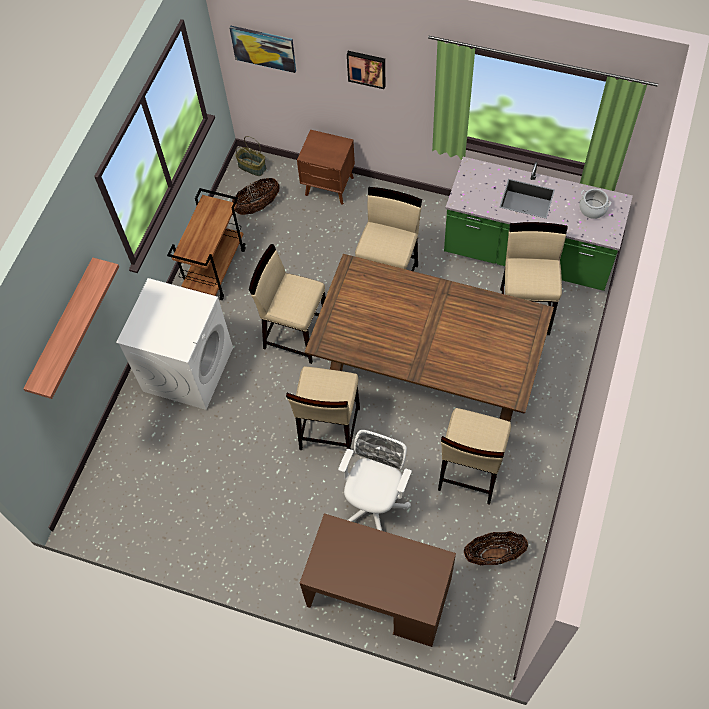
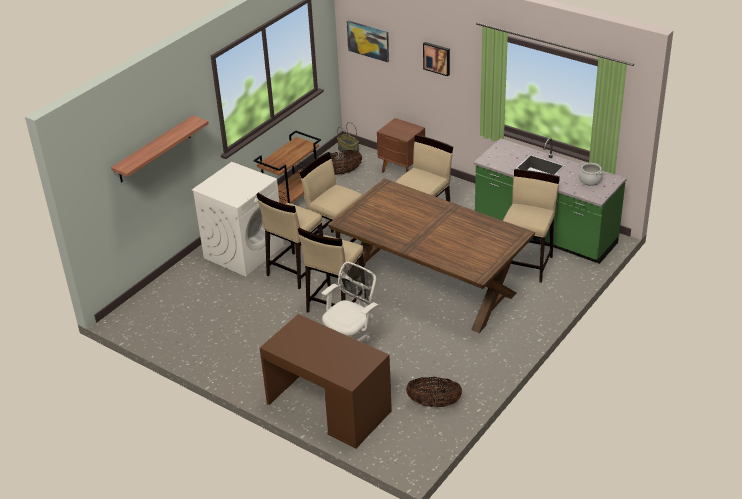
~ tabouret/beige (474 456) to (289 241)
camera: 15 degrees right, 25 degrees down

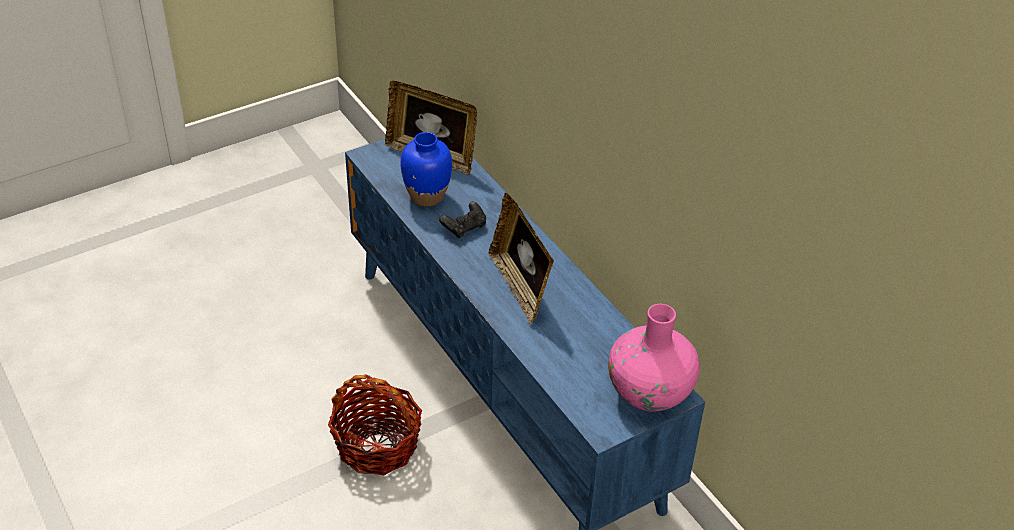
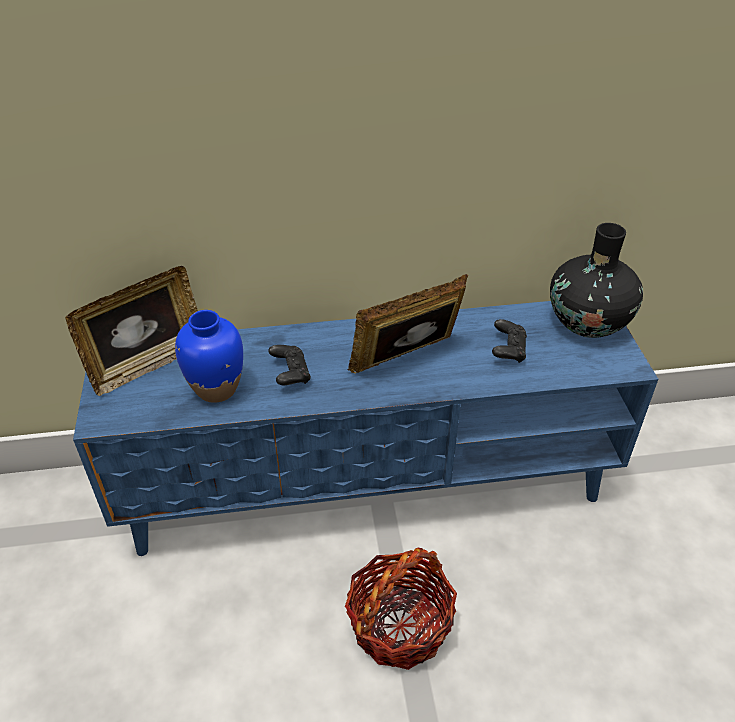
+ manette/noir (509 341)
~ vase/rose (654 358) to vase/noir (596 280)
~ cadre photo (521 259) = (408 323) 150 degrees clockwise
camera: 65 degrees left, 0 degrees up

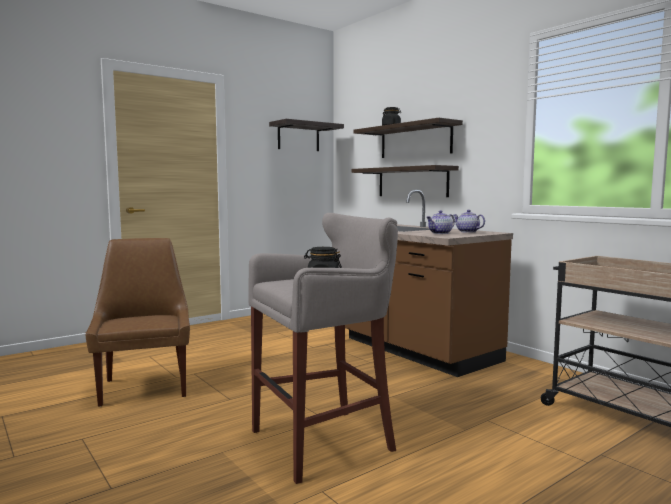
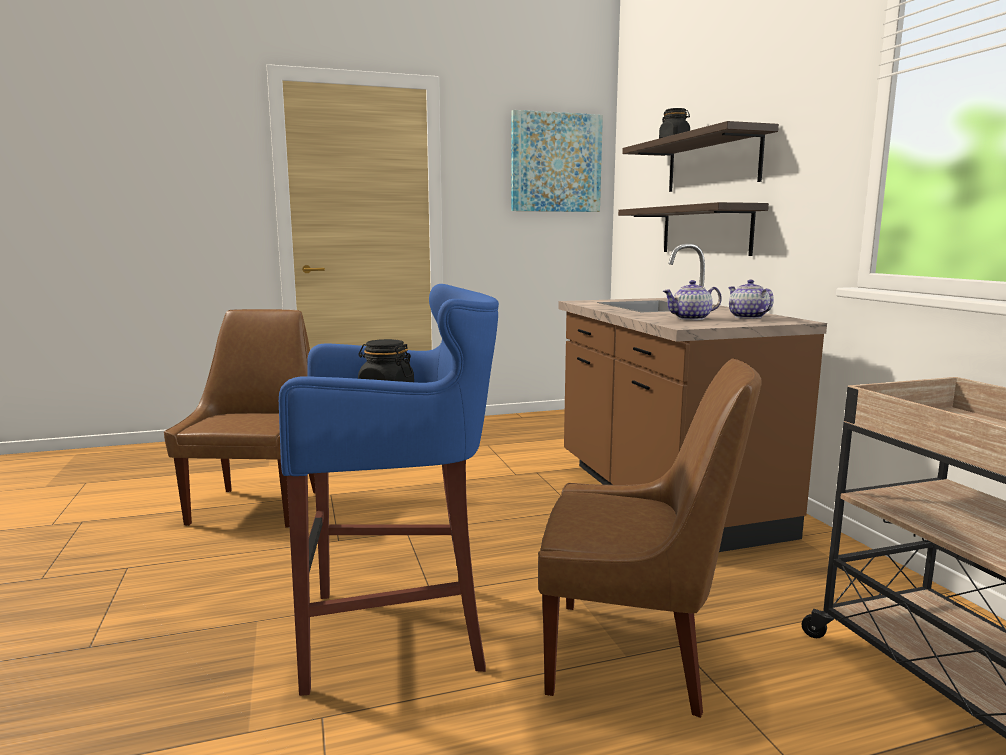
+ chaise/marron (650 538)
~ étagère (306 135) to tableau (557 161)
~ tabouret/gris (323 348) to tabouret/bleu (389 490)
camera: 20 degrees right, 5 degrees up

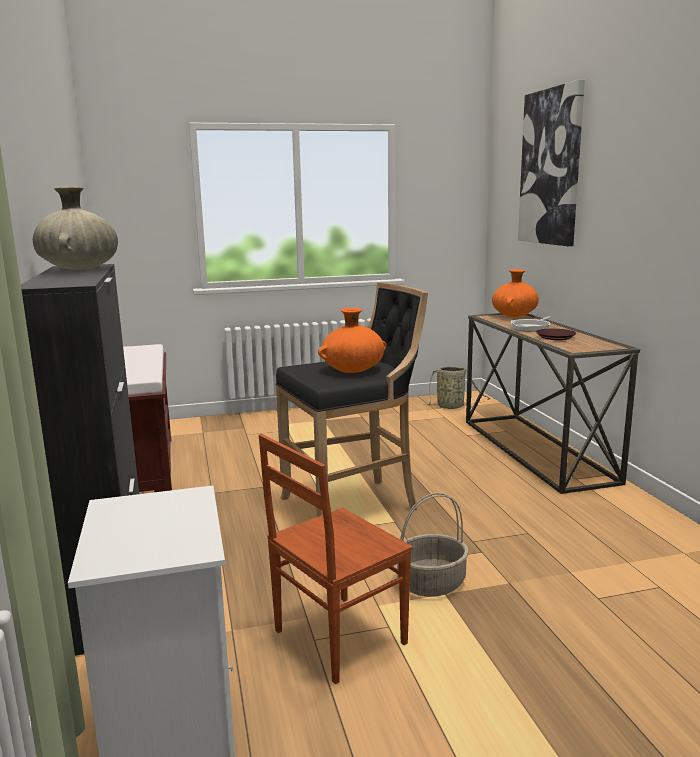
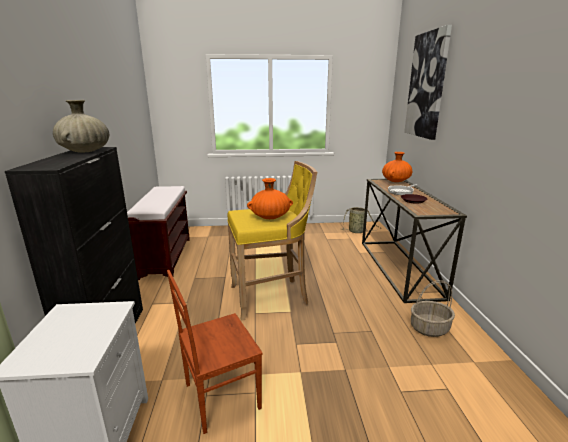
~ panier (433 545) to (433 308)
~ tabouret/noir (352 400) to tabouret/jaune (272 241)
camera: 10 degrees right, 5 degrees up

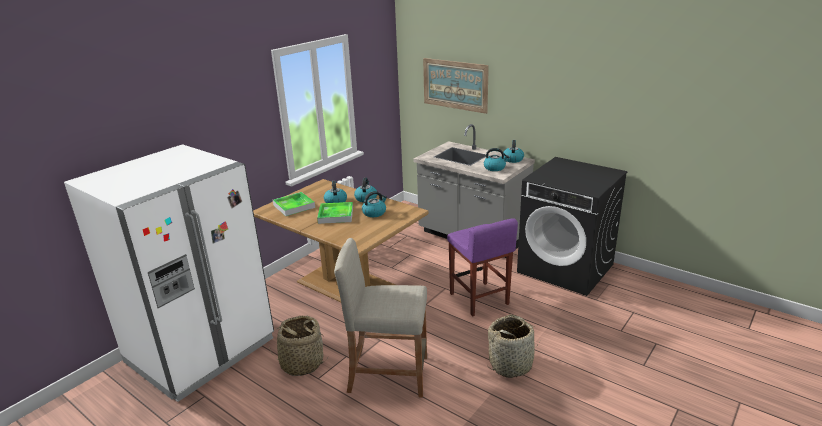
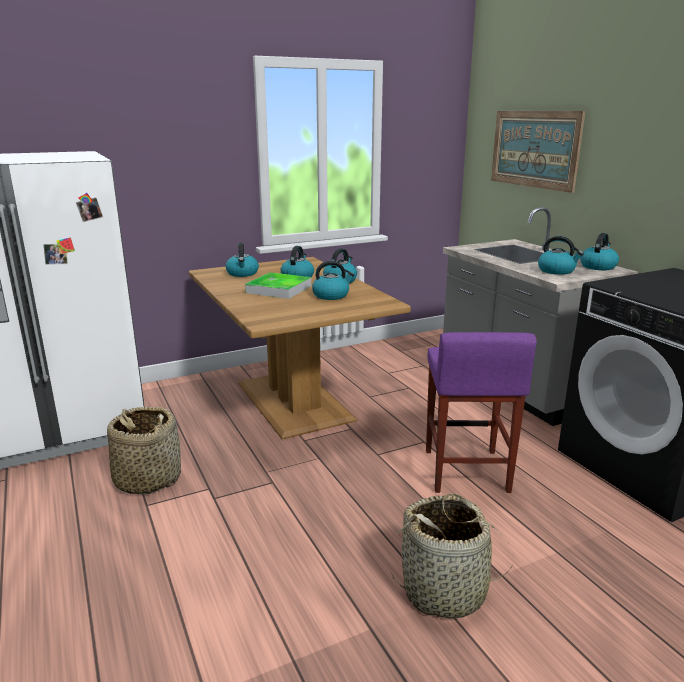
- tabouret/beige (380 318)
~ plateau (294 204) to bouilloire (242 259)
camera: 25 degrees right, 5 degrees down

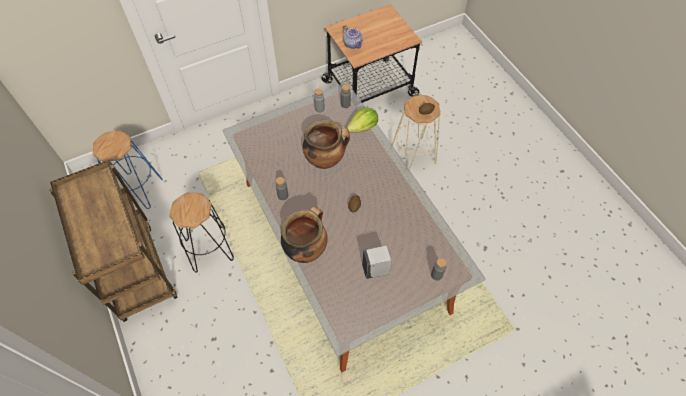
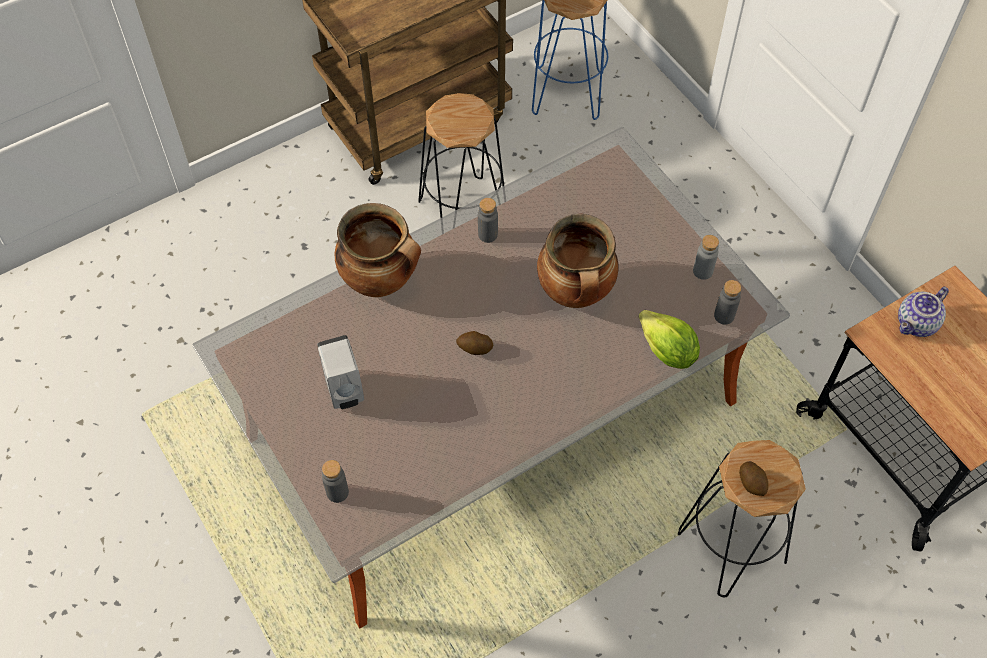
~ tabouret/beige (416 132) to tabouret/noir (742 518)
camera: 85 degrees right, 0 degrees up

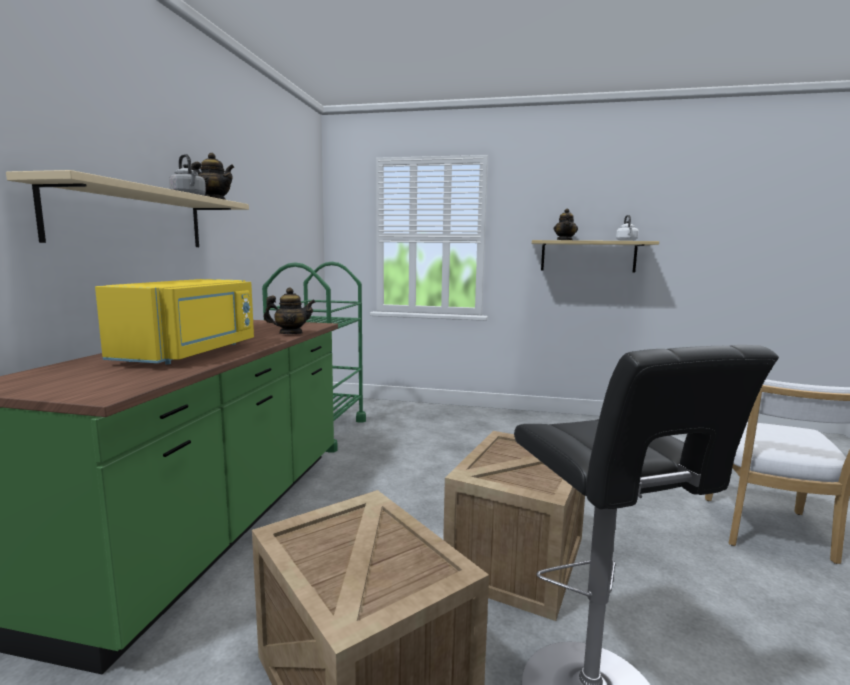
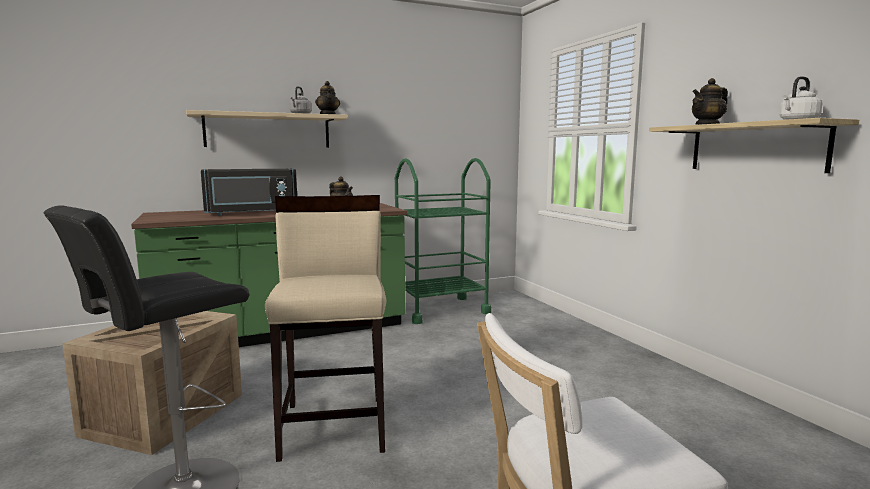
~ caisse (514 526) to tabouret/beige (325 328)
~ micro-ondes/jaune (174 322) to micro-ondes/noir (249 192)
camera: 55 degrees right, 0 degrees up

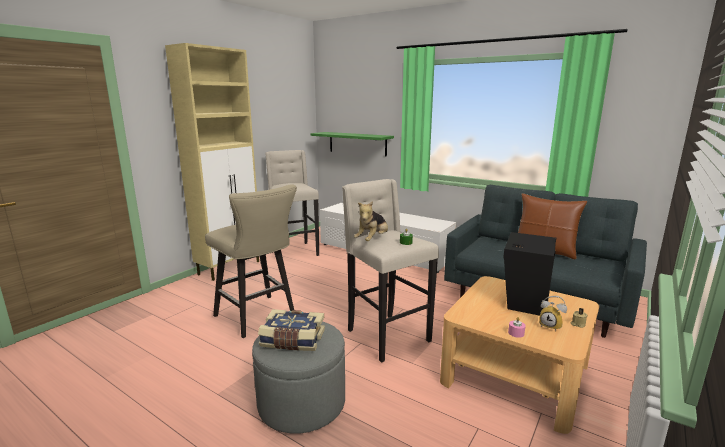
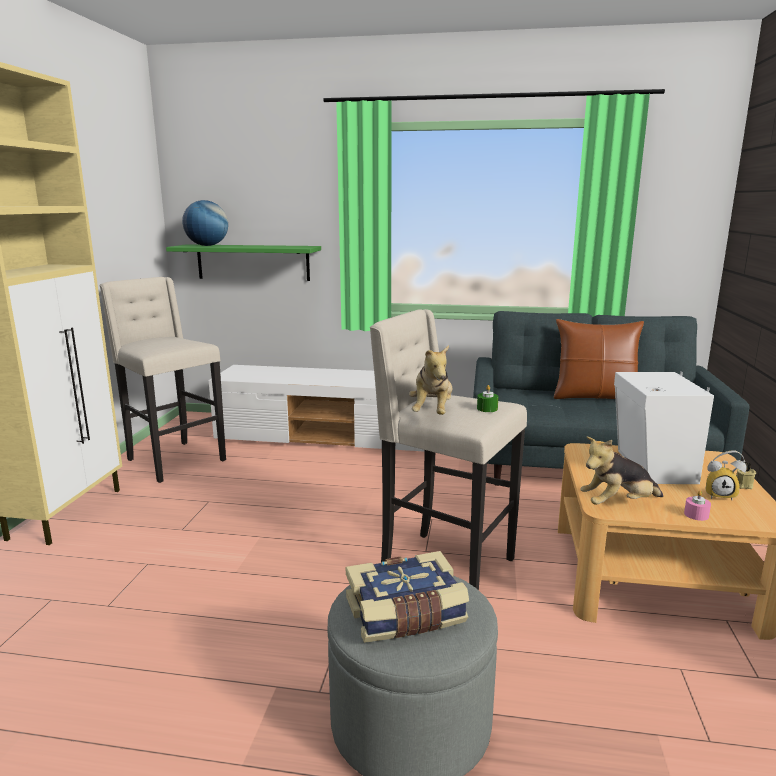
- tabouret/beige (251 261)
+ globe (205 223)
+ peluche (622 471)
~ enceinte/noir (529 274) to enceinte/blanc (664 427)
camera: 25 degrees left, 0 degrees up

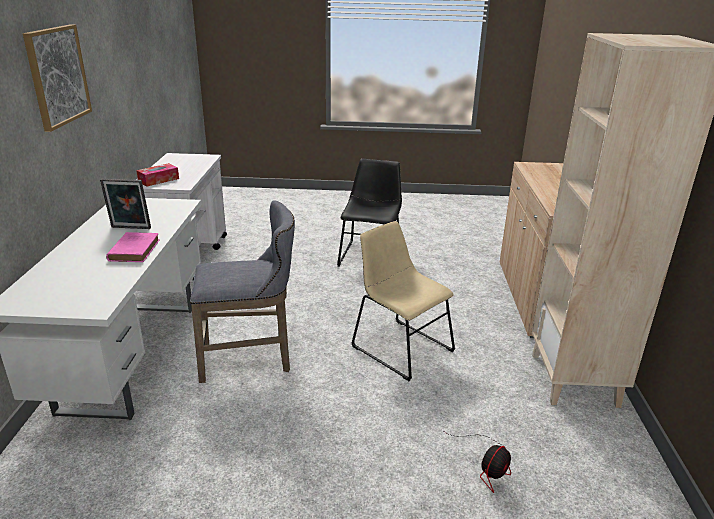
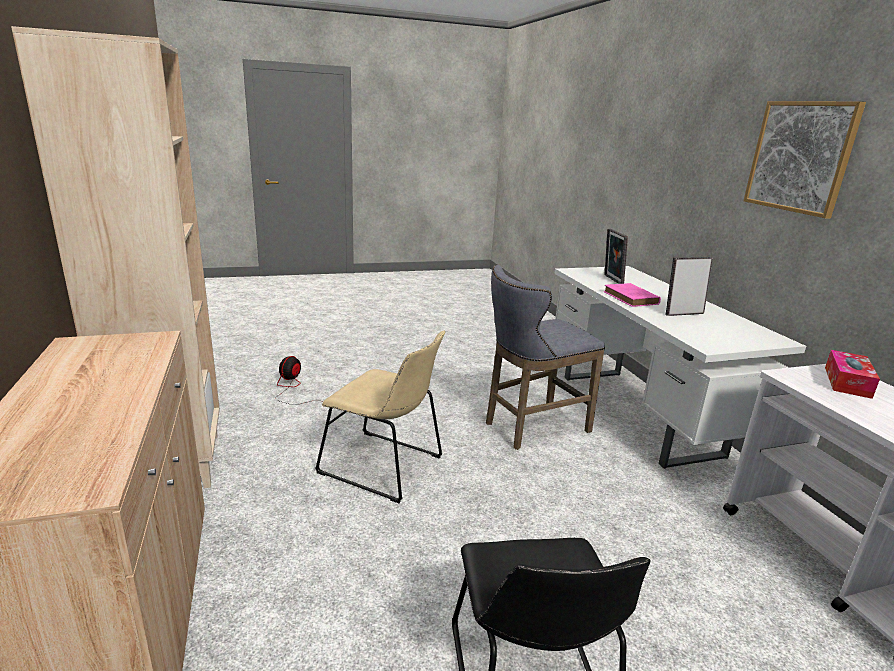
+ cadre photo (616 256)
camera: 160 degrees right, 5 degrees down

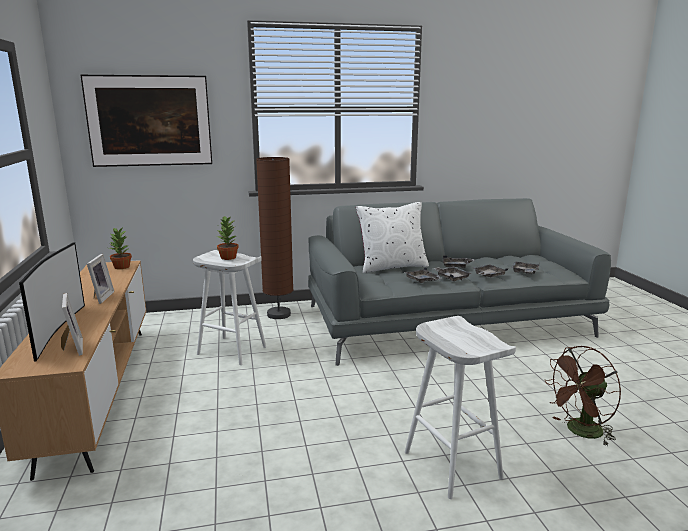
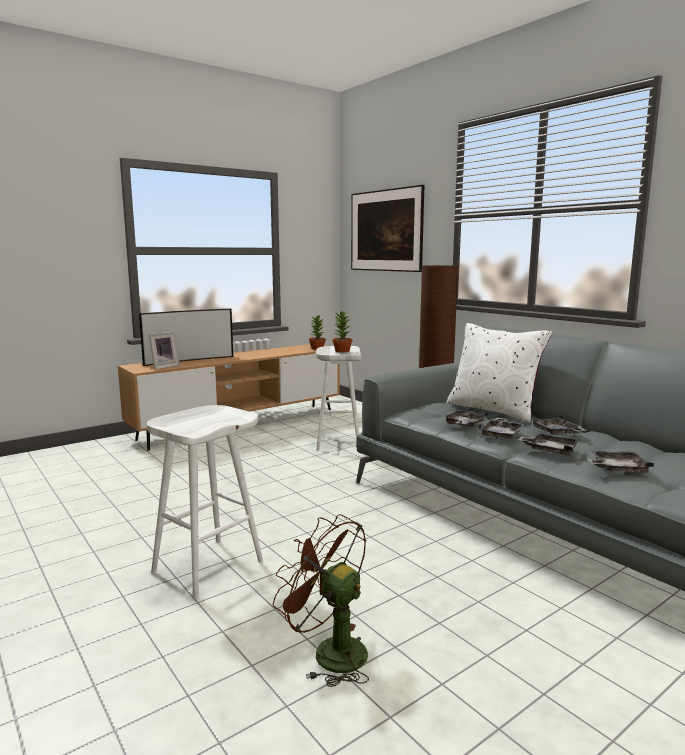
- cadre photo (100 279)
camera: 65 degrees right, 5 degrees down

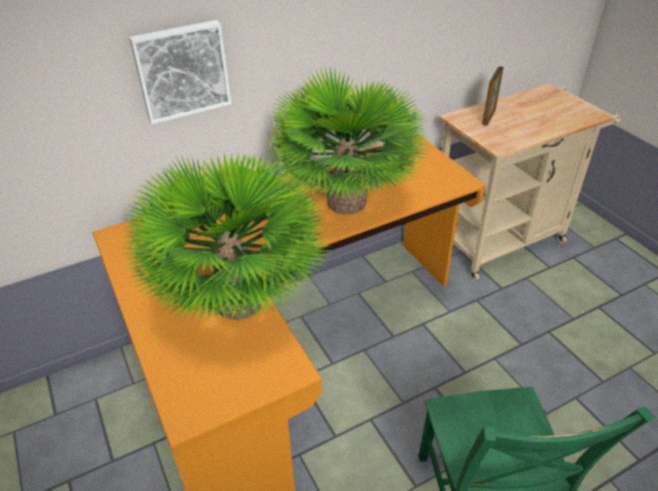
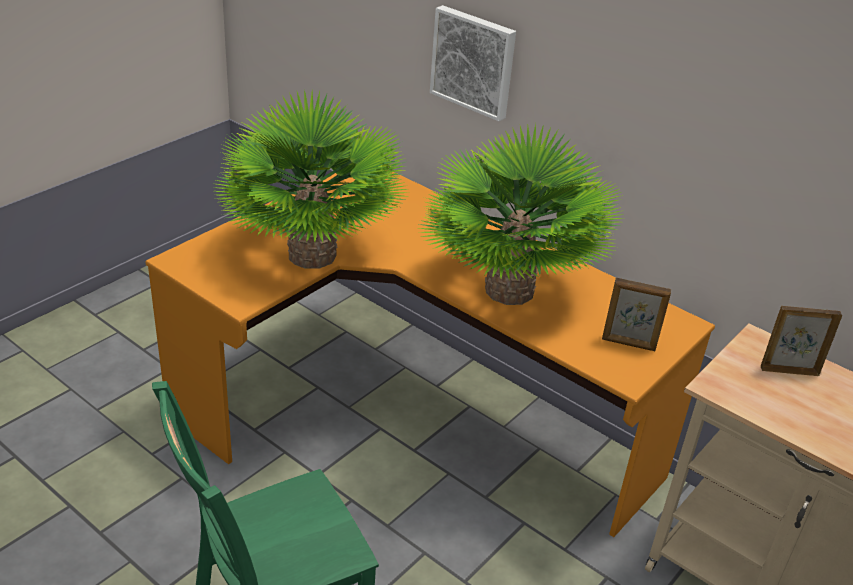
+ cadre photo (636 314)
camera: 65 degrees right, 5 degrees down

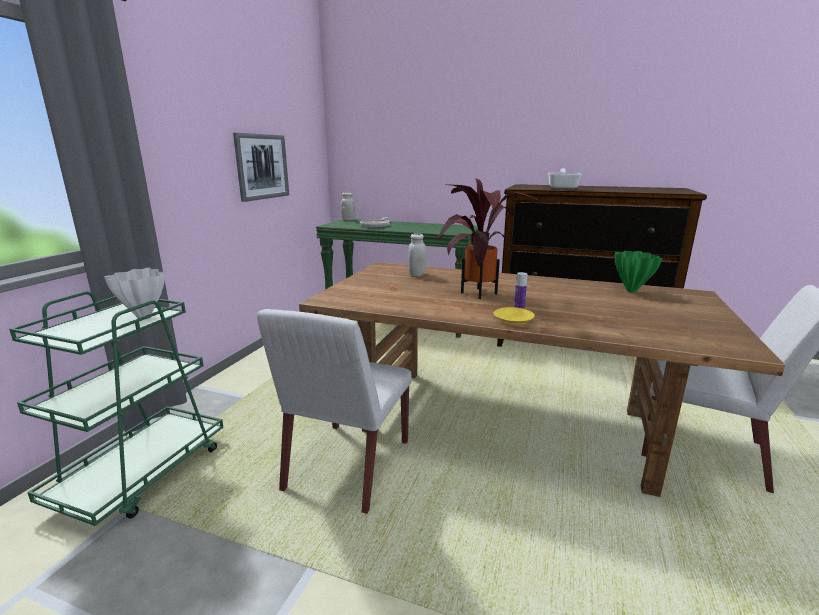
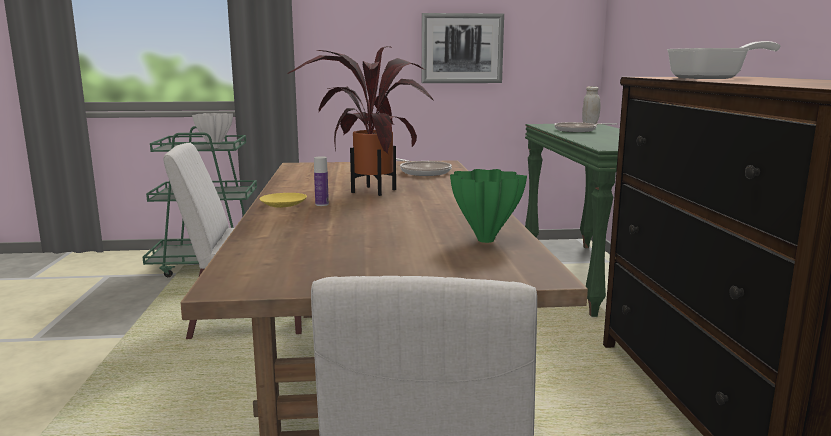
~ bocal/blanc (417 254) to poêle (424 167)
camera: 65 degrees right, 5 degrees down

